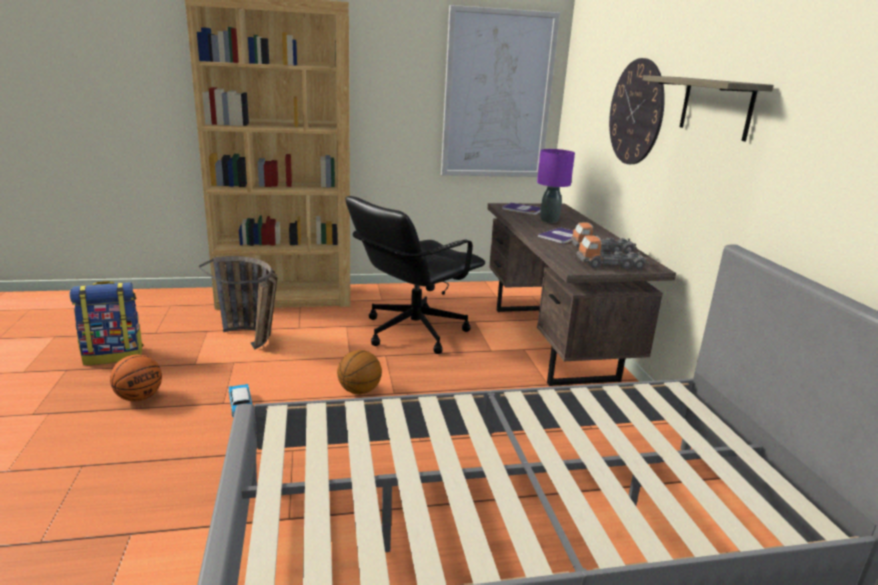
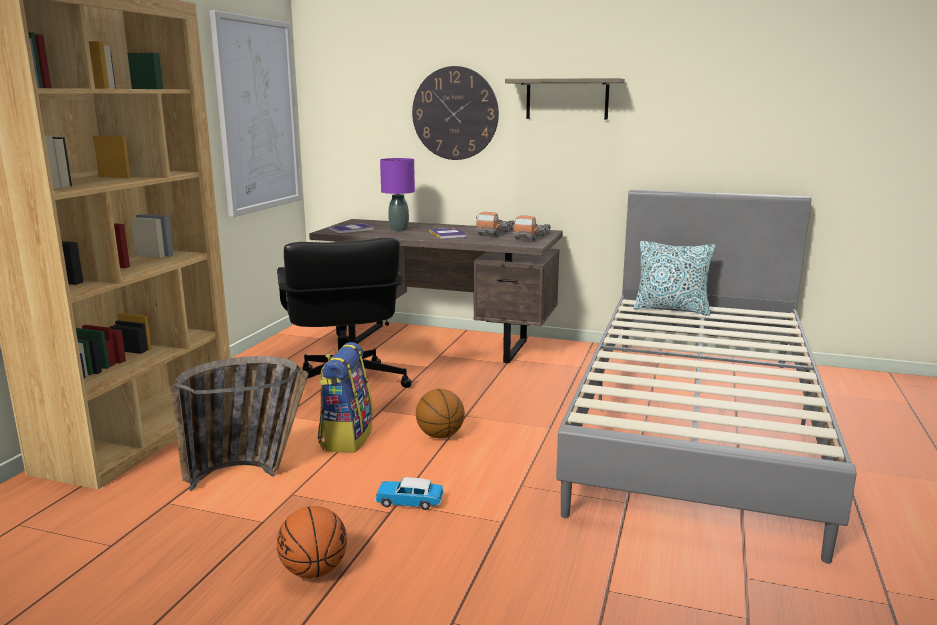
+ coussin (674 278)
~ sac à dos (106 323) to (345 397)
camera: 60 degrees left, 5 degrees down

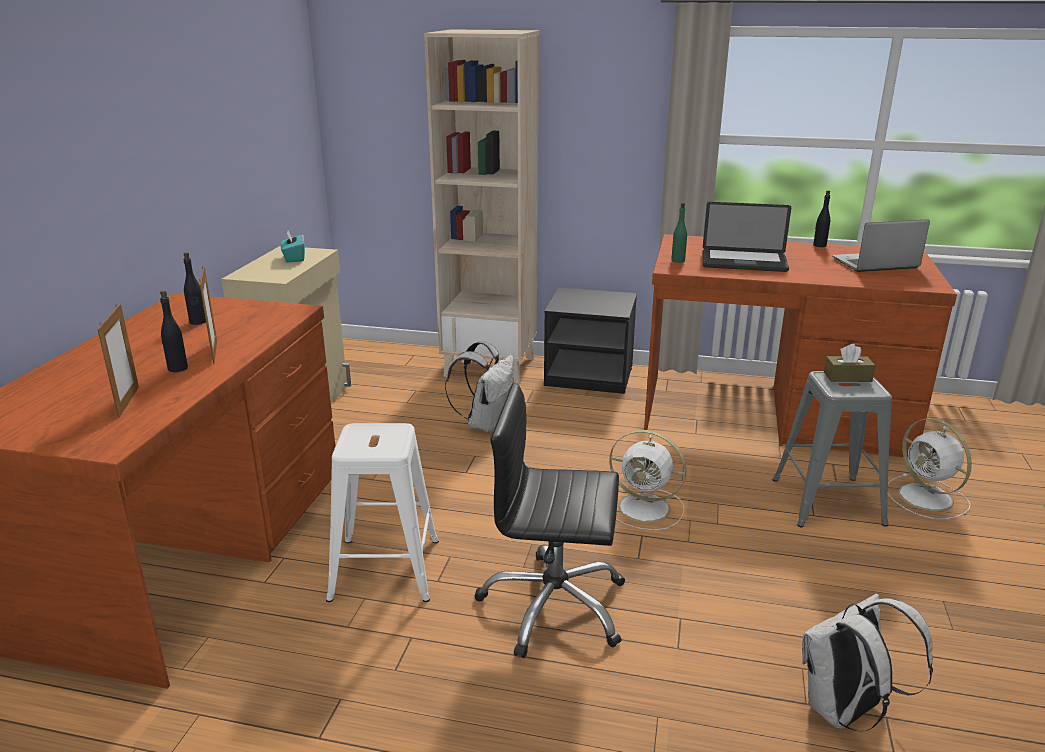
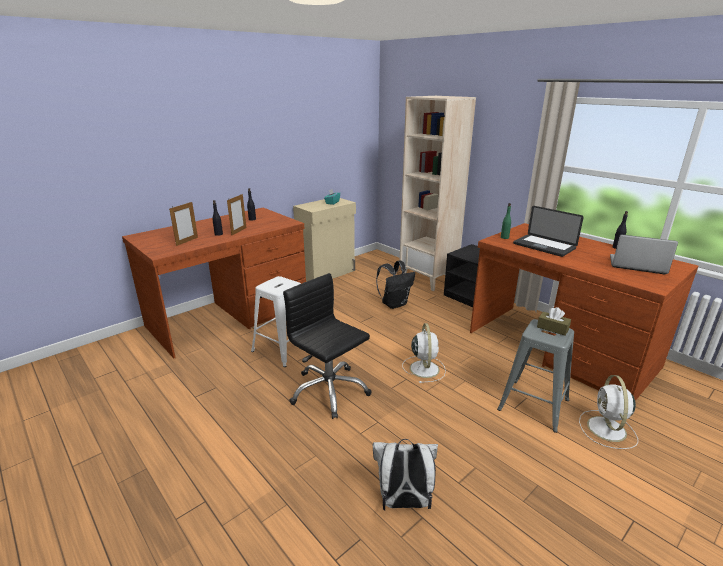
~ sac à dos/blanc (479 387) to sac à dos/noir (395 284)
~ ventilateur/blanc (648 480) = (424 353) 150 degrees counterclockwise
camera: 35 degrees right, 0 degrees up

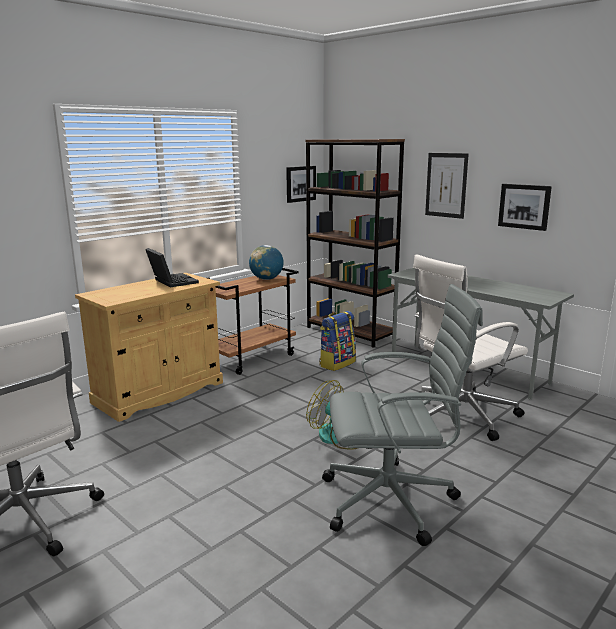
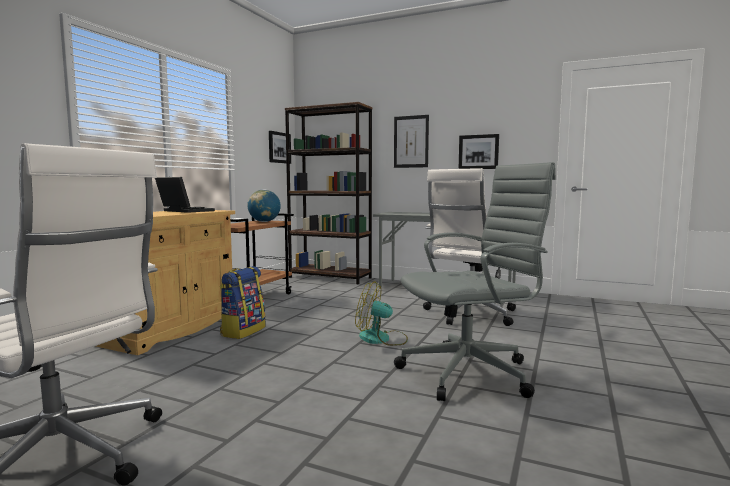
~ sac à dos (337 341) to (243 302)
camera: 20 degrees left, 10 degrees down

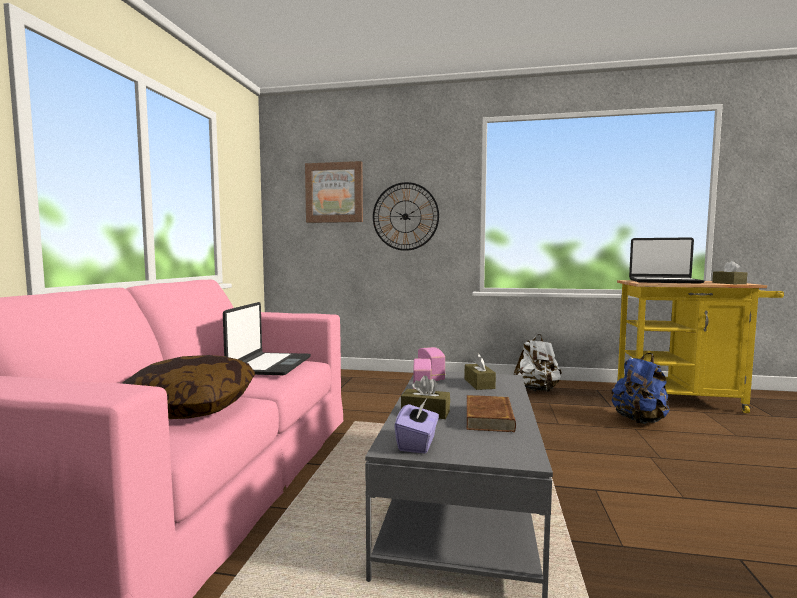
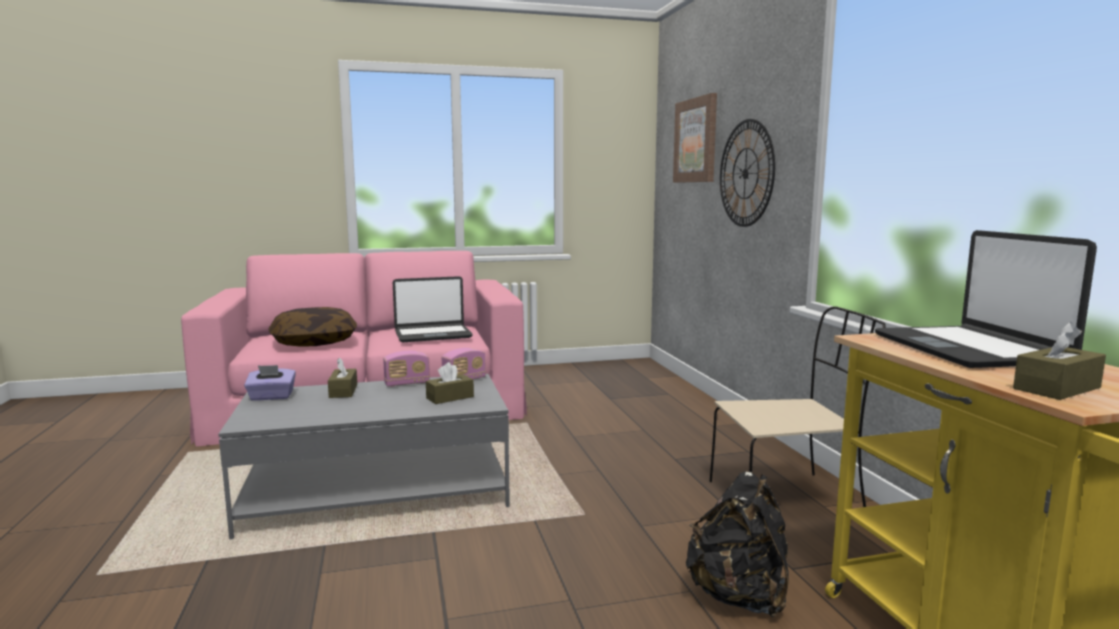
- livre/marron (491 413)
~ sac à dos/blanc (538 363) to chaise/beige (798 406)
~ sac à dos/bleu (640 388) to sac à dos/noir (737 544)
camera: 65 degrees right, 5 degrees up

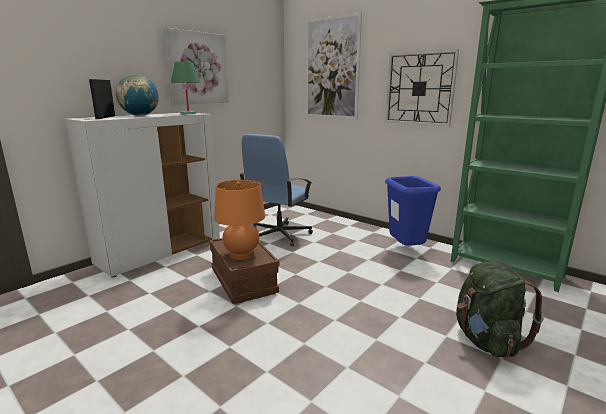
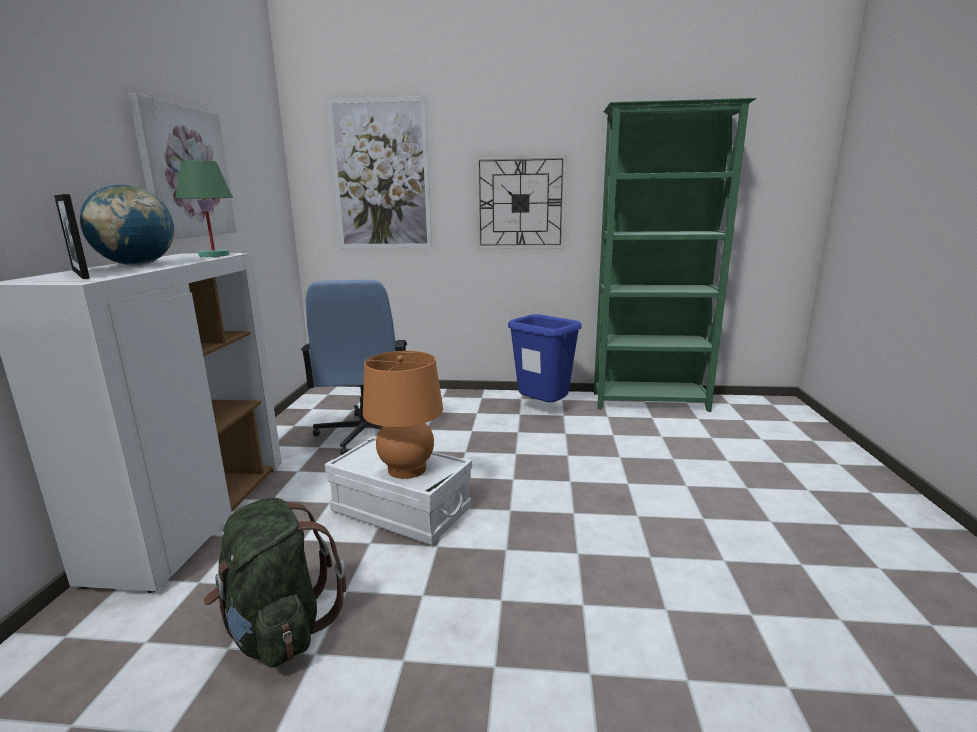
~ sac à dos/vert (500 309) to (274 583)
~ boîte de rangement/marron (244 271) to boîte de rangement/blanc (398 490)
camera: 35 degrees left, 0 degrees up

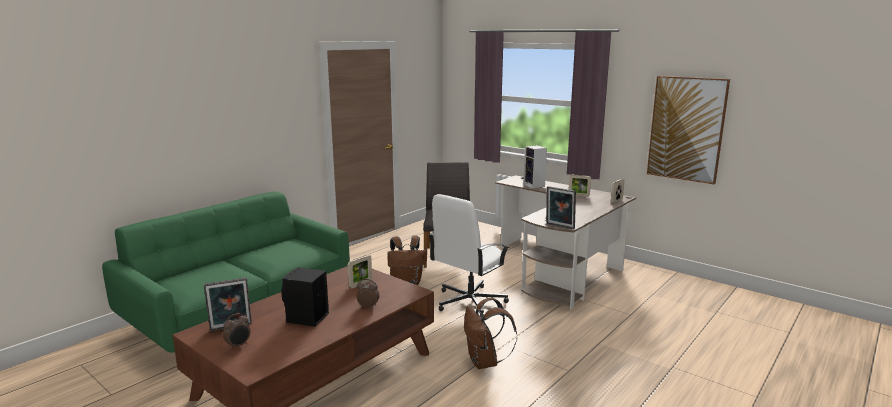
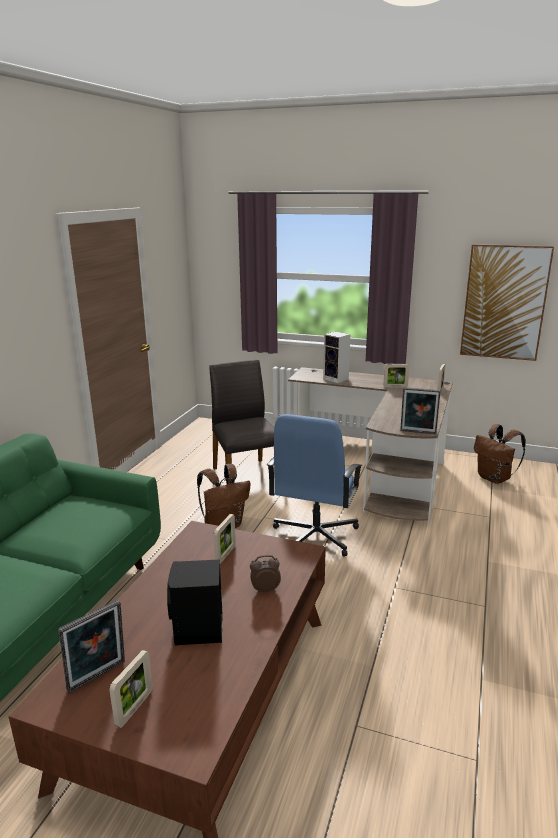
~ sac à dos/marron (490 333) to (500 454)
~ réveil (236 331) to cadre photo (131 689)
~ chaise de bureau/blanc (468 256) to chaise de bureau/bleu (315 485)
camera: 20 degrees left, 5 degrees up

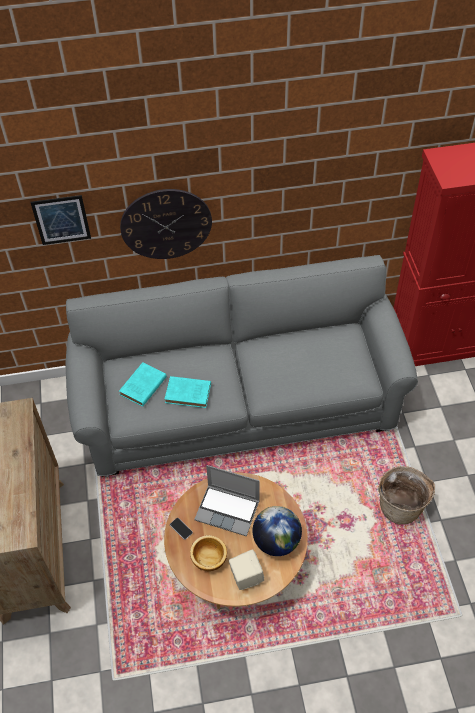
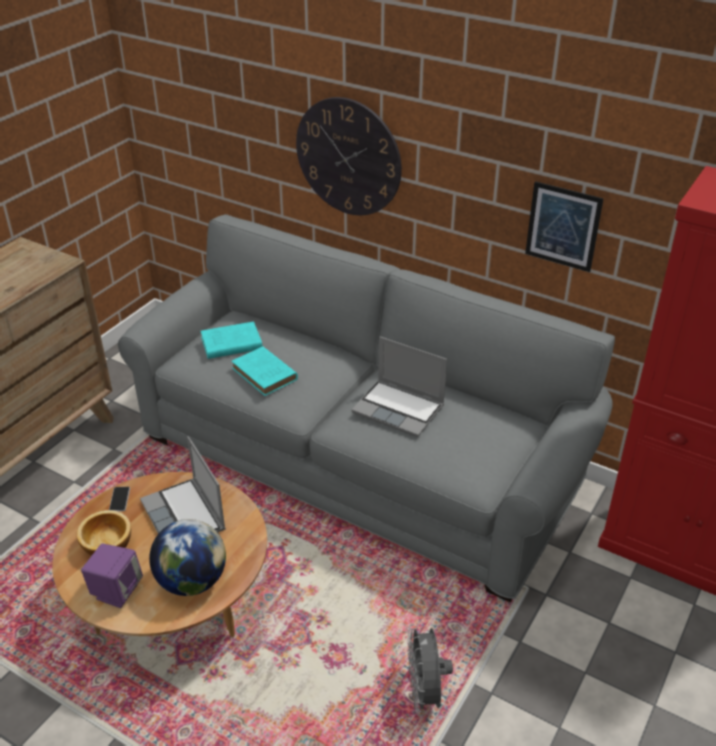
+ ordinateur portable (399 386)
~ tableau (61 220) to (564 226)
~ panier (406 495) to ventilateur/gris (430 670)
~ enceinte/beige (246 569) to enceinte/violet (112 576)
camera: 40 degrees right, 15 degrees down

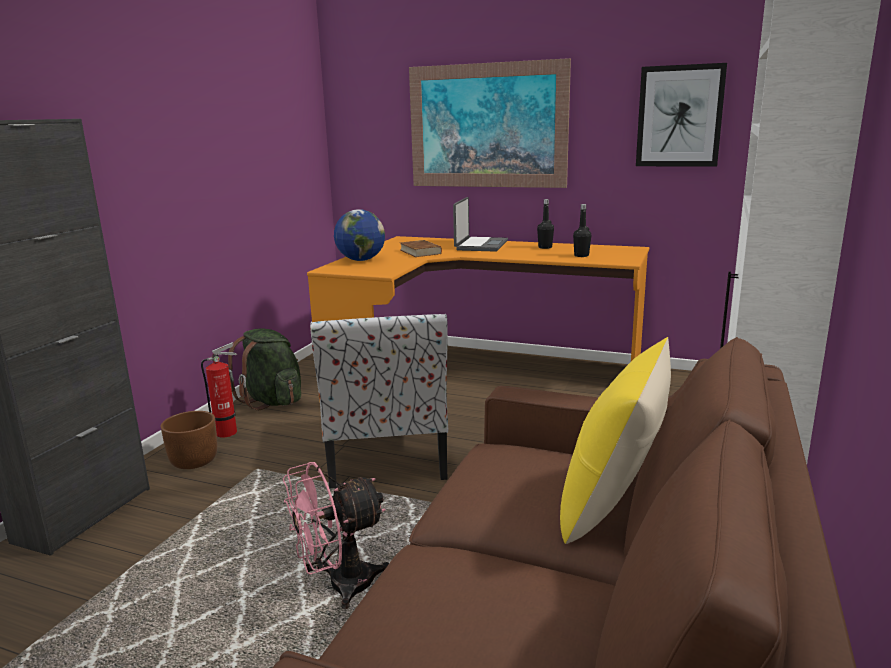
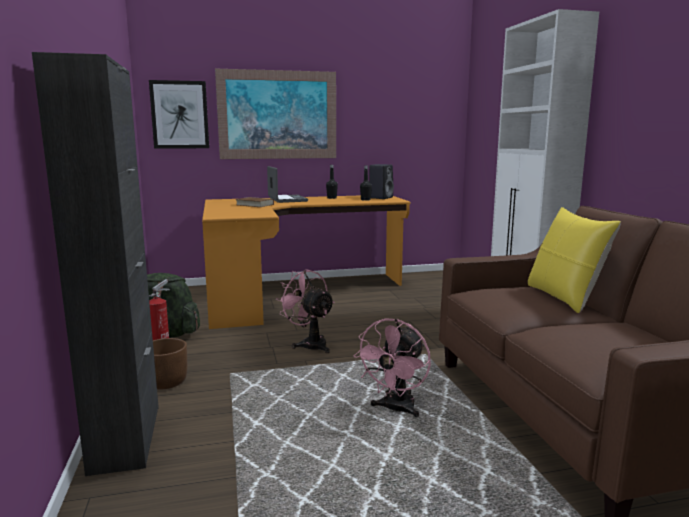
- globe (359 235)
+ enceinte/noir (381 181)
~ tableau (681 114) to (179 114)
~ chaise (379 401) to ventilateur/rose (305 311)
camera: 35 degrees left, 5 degrees down

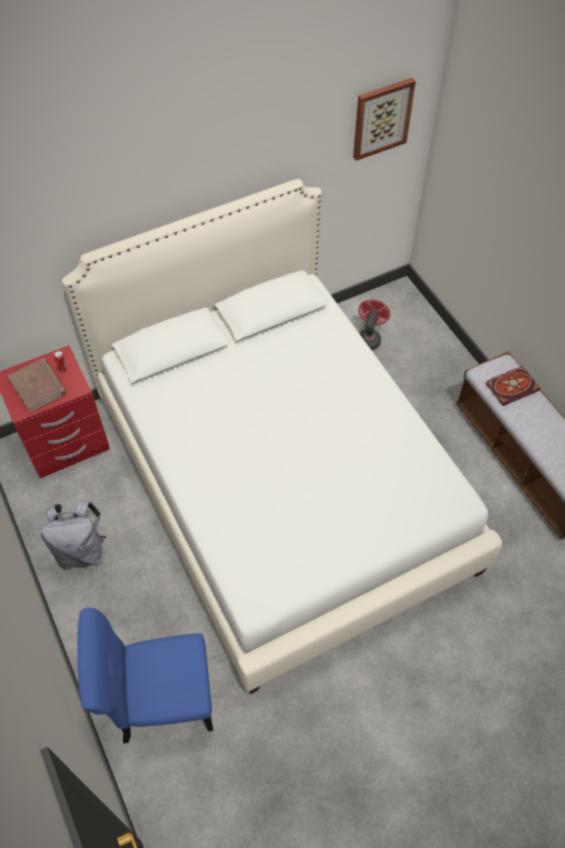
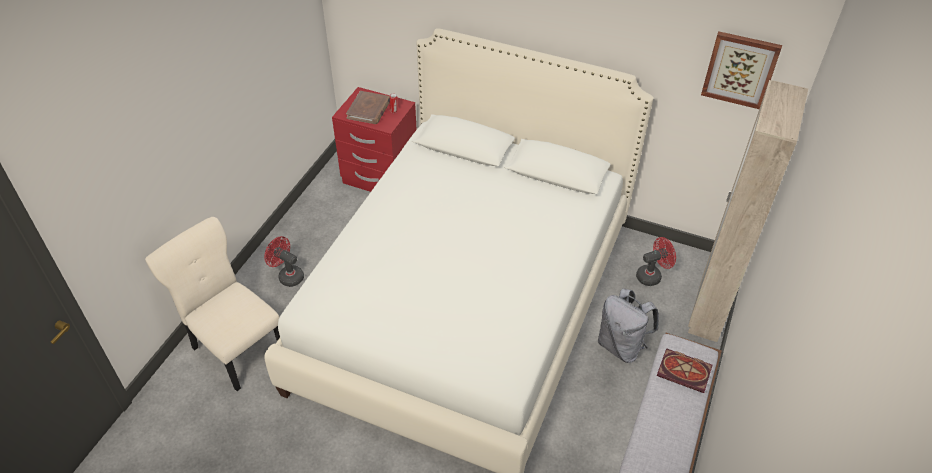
+ ventilateur/rouge (284 261)
+ armoire/beige (748 211)
~ sac à dos/gris (73 534) to (628 325)
~ chaise/bleu (145 676) to chaise/beige (212 304)
camera: 50 degrees right, 10 degrees down

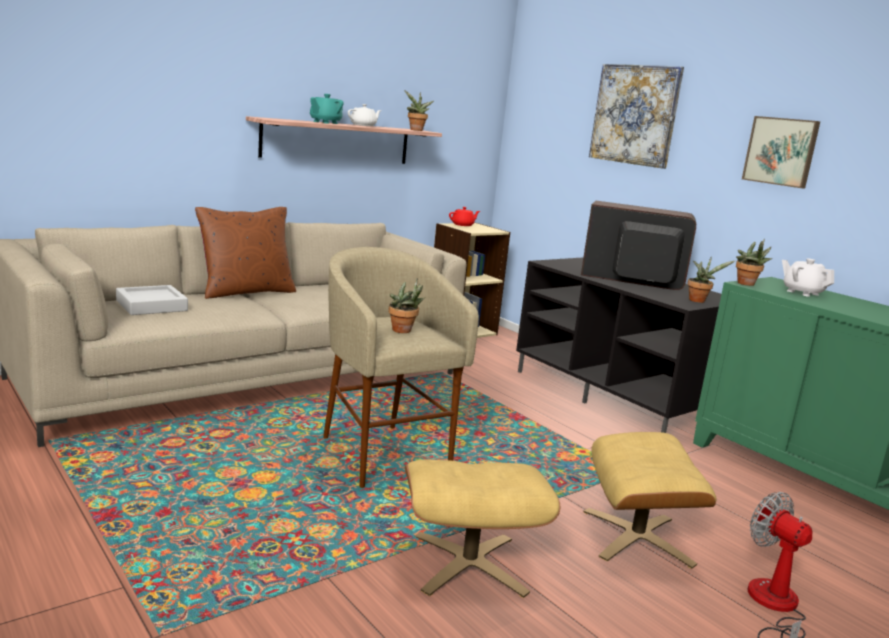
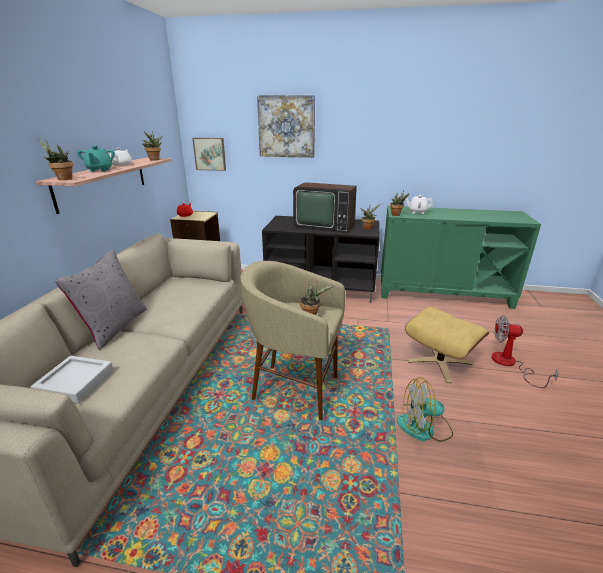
+ plante en pot (55 159)
~ tableau (781 152) to (209 154)
~ pouf/beige (482 528) to ventilateur (425 409)
~ coussin/marron (245 253) to coussin/gris (101 300)
~ téléviseur (638 245) = (325 207) 135 degrees counterclockwise
camera: 40 degrees left, 10 degrees up

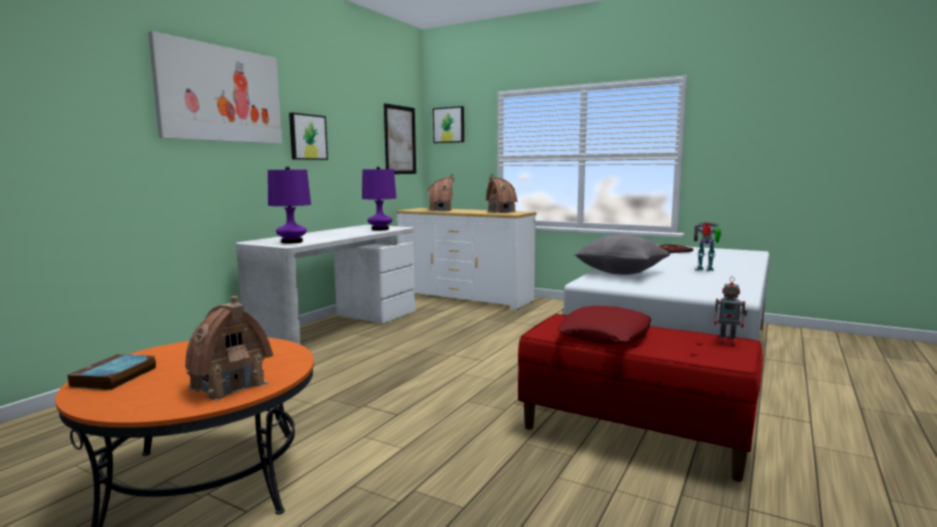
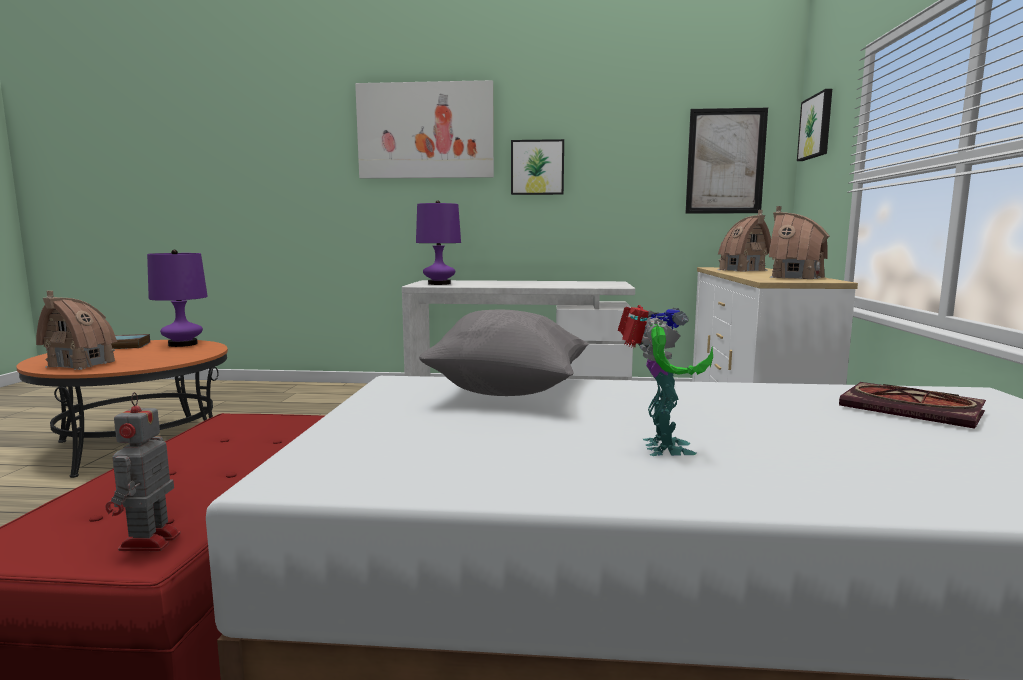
- coussin/rouge (604 325)
~ lampe de table/violet (379 198) to (177 298)
camera: 65 degrees right, 0 degrees up

